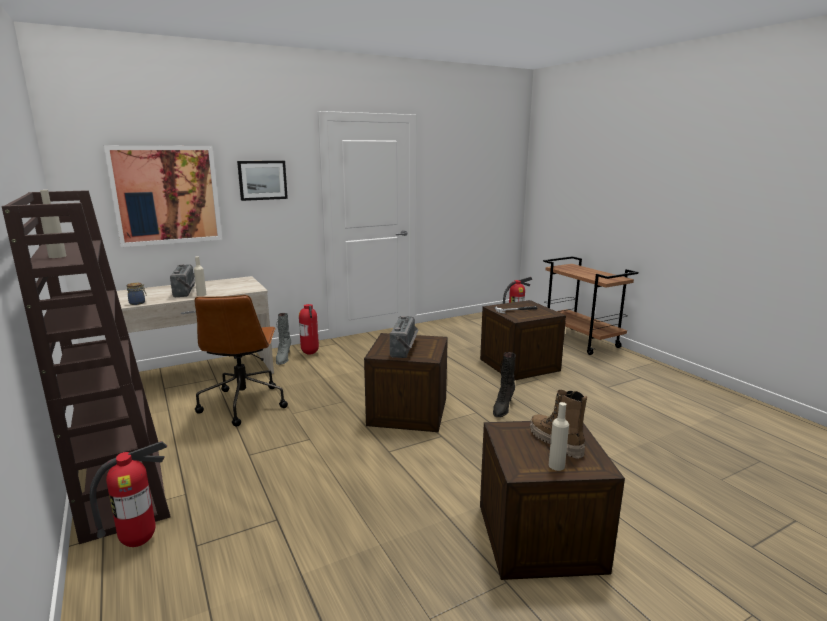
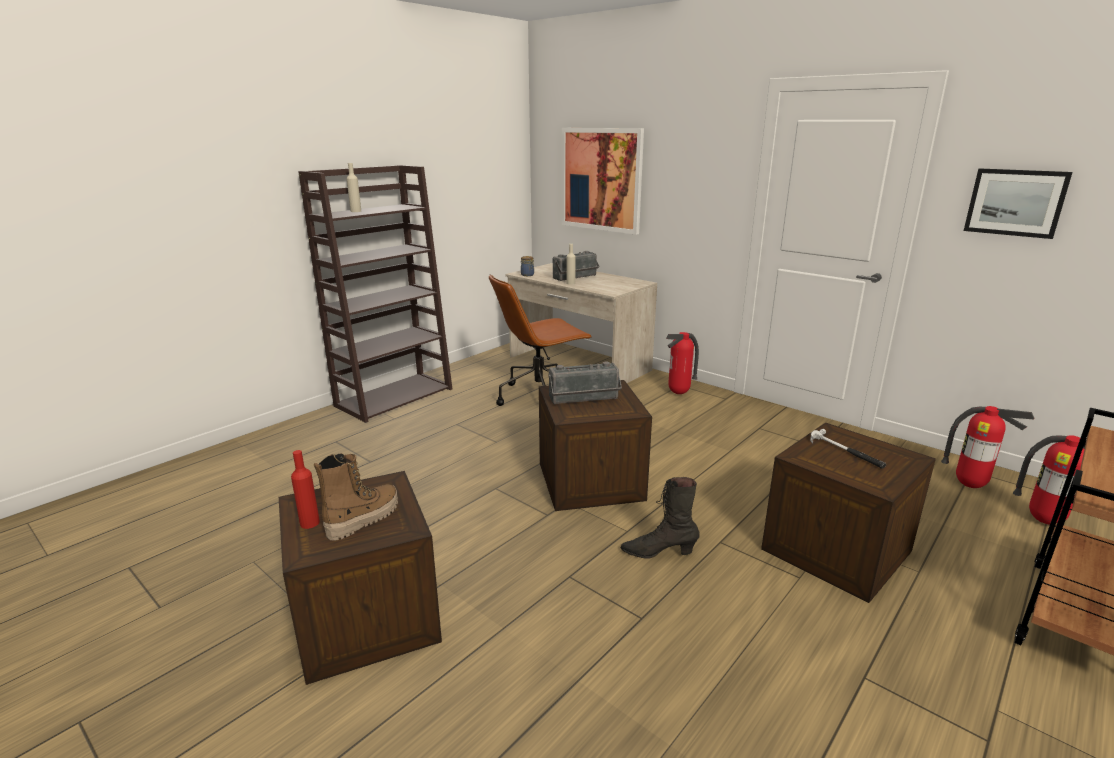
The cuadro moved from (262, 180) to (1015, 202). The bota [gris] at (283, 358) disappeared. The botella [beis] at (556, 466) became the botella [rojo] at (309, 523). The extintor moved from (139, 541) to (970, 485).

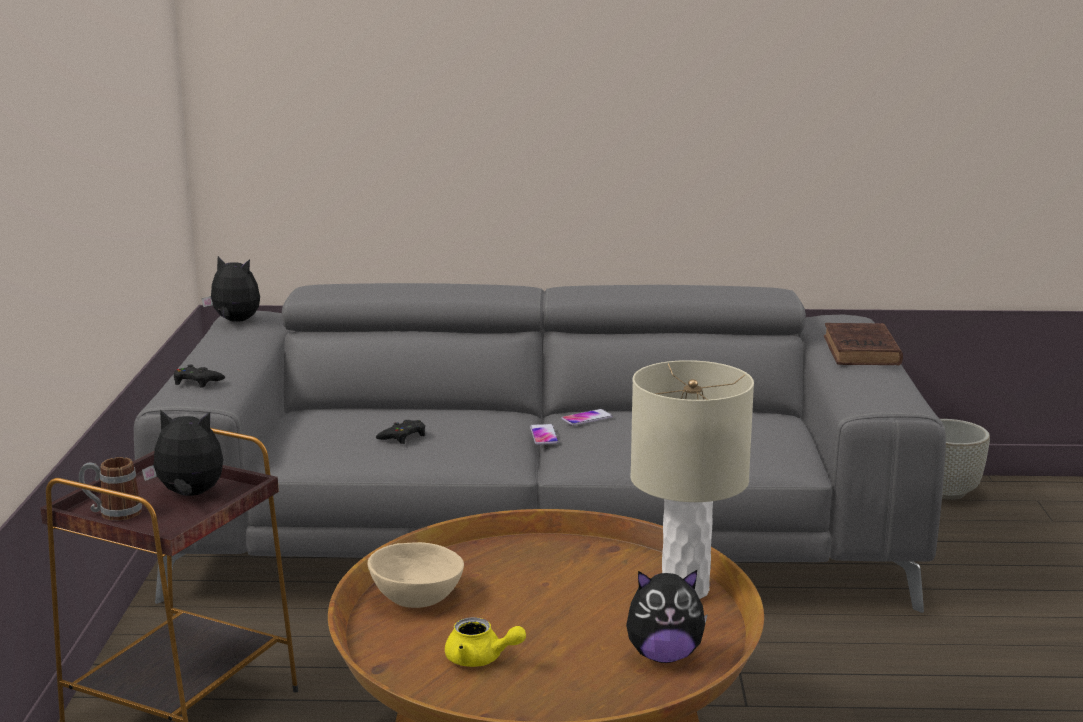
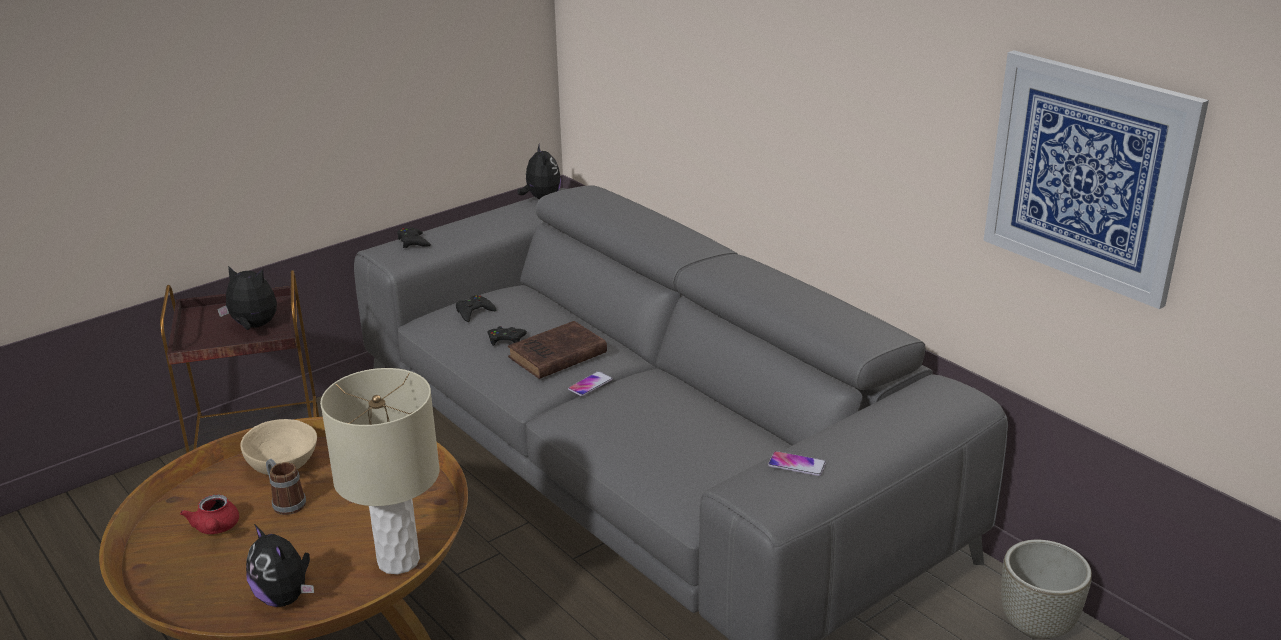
The libro [marrón] moved from (862, 352) to (555, 356). The peluche at (189, 495) turned 45 degrees counterclockwise. The móvil moved from (587, 418) to (797, 464). The taza grande moved from (112, 513) to (285, 502). The tetera [amarillo] at (480, 659) became the tetera [rojo] at (215, 528). The cuadro at (1088, 175) appeared. The mando de consola [negro] at (474, 312) appeared.

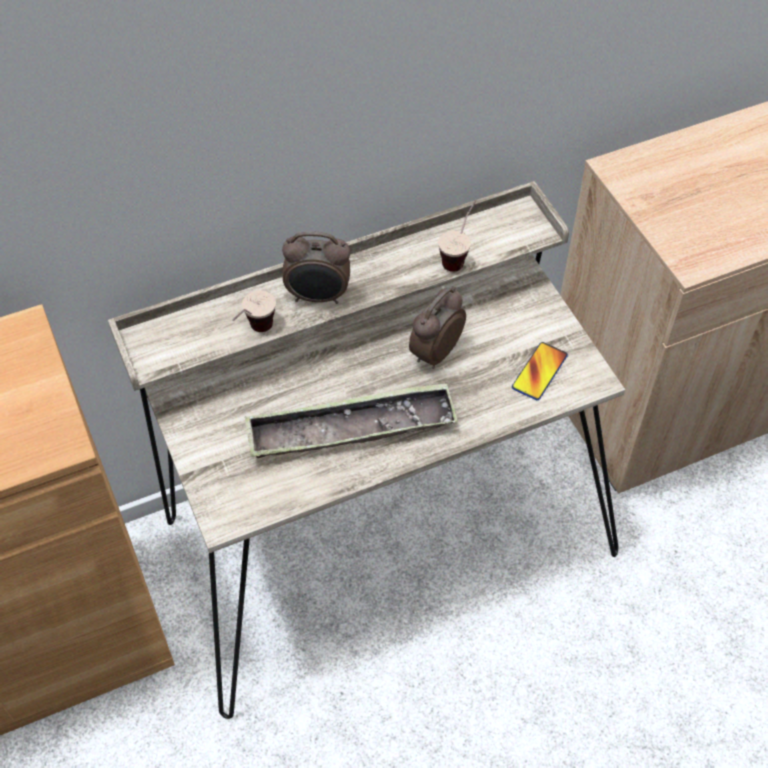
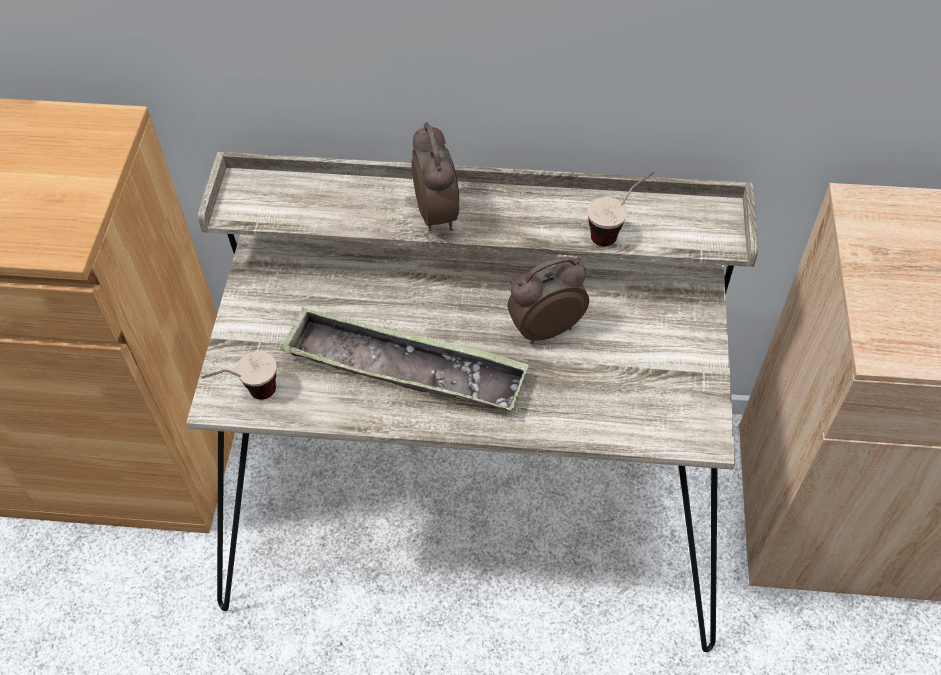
The despertador at (318, 297) turned 135 degrees counterclockwise. The taza moved from (254, 333) to (248, 396). The móvil at (539, 372) disappeared.

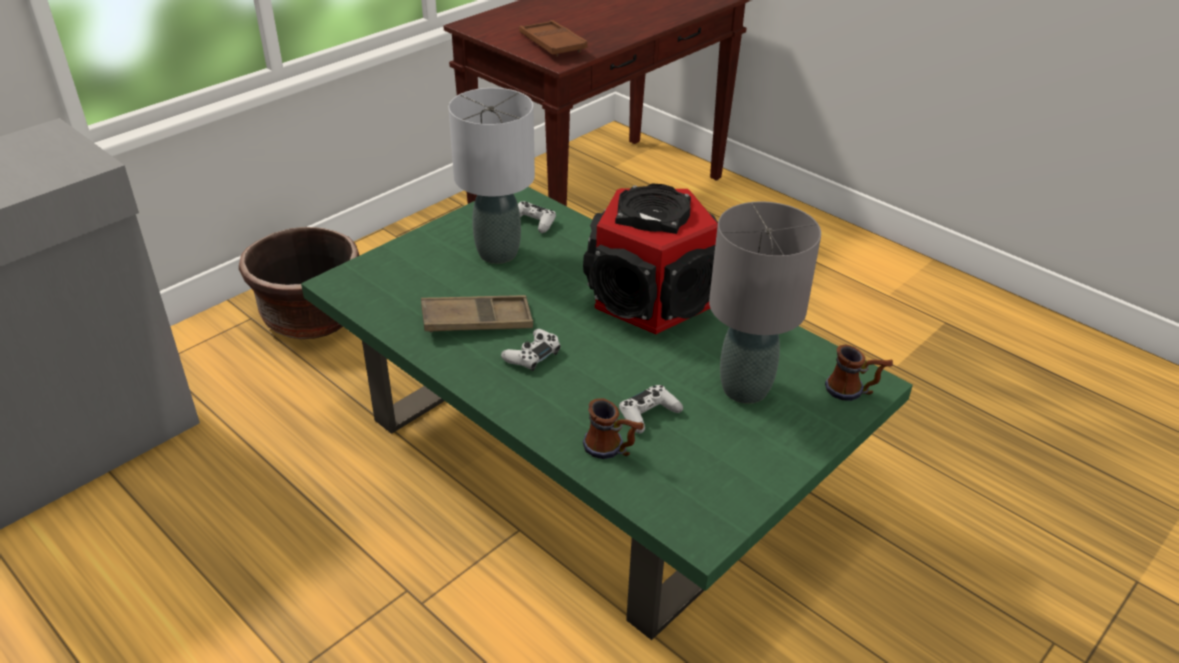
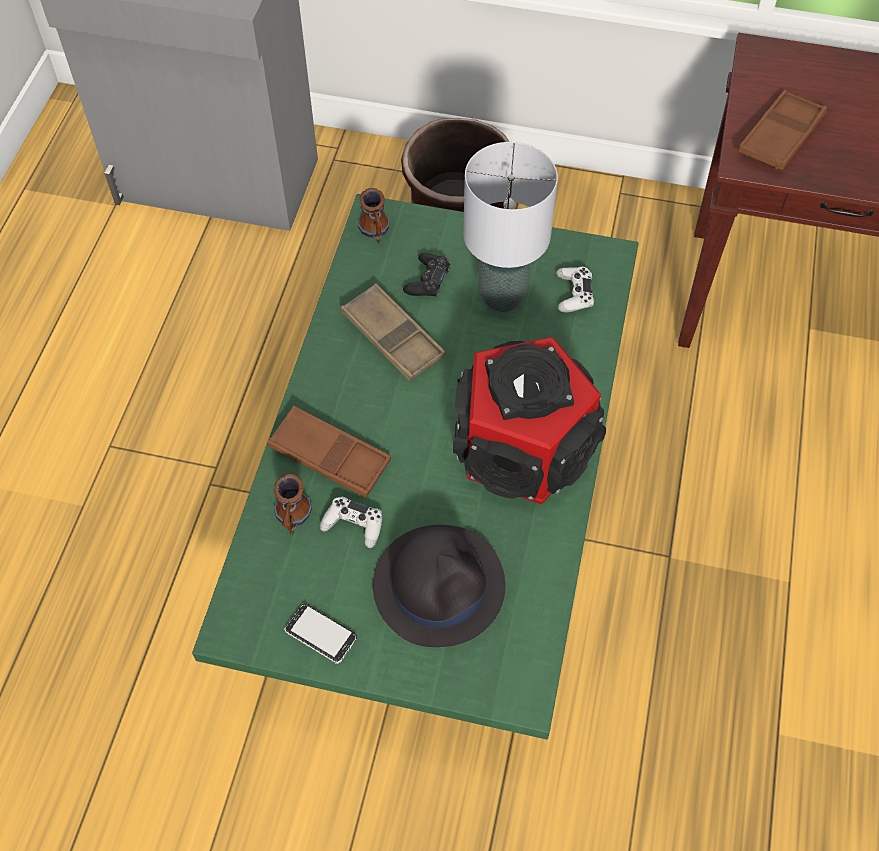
The lámpara de mesa [gris] at (744, 388) was replaced by the sombrero [negro] at (439, 584). The mando de consola [blanco] at (532, 355) disappeared. The taza grande moved from (854, 391) to (375, 232). The mando de consola [negro] at (427, 280) appeared. The bandeja [marrón] at (330, 456) appeared. The móvil at (321, 634) appeared.

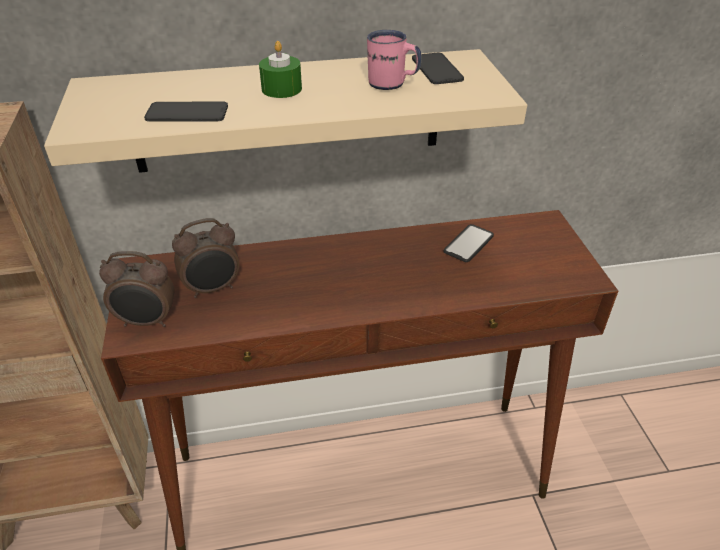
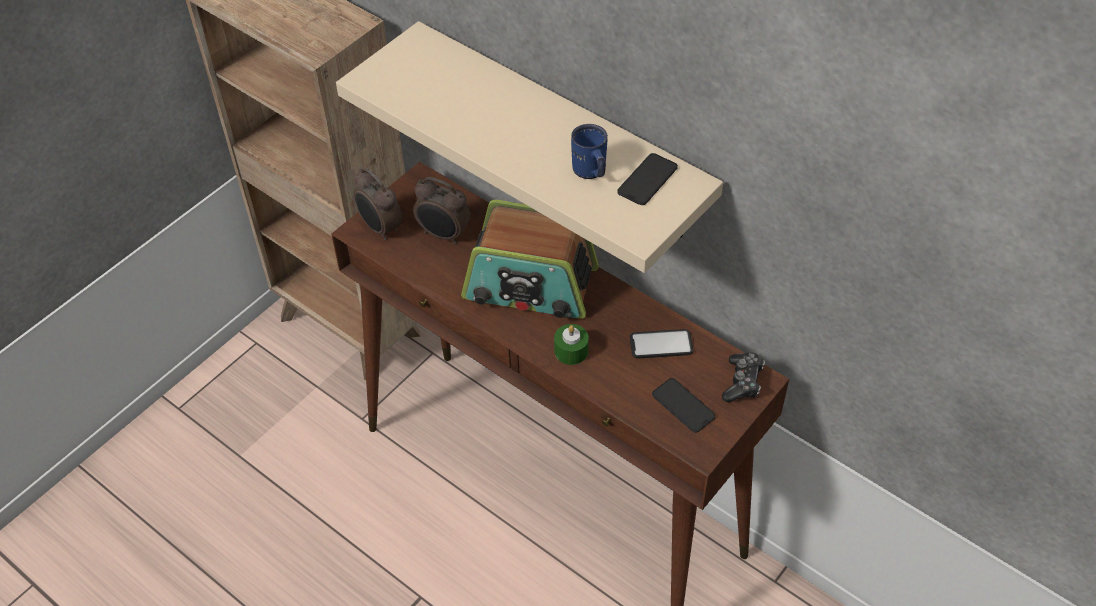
The taza grande [rosa] at (392, 84) became the taza grande [azul] at (590, 173). The vela [verde] moved from (281, 89) to (571, 351). The móvil moved from (187, 113) to (683, 405). The radio at (530, 285) appeared. The mando de consola at (742, 382) appeared.

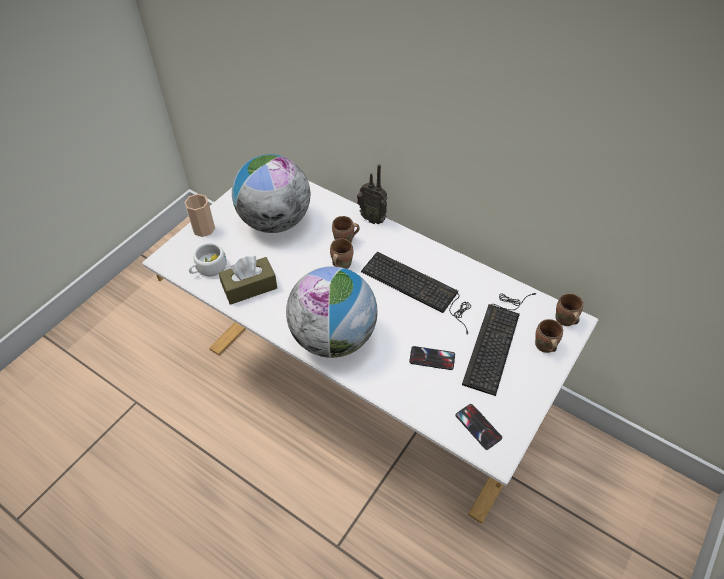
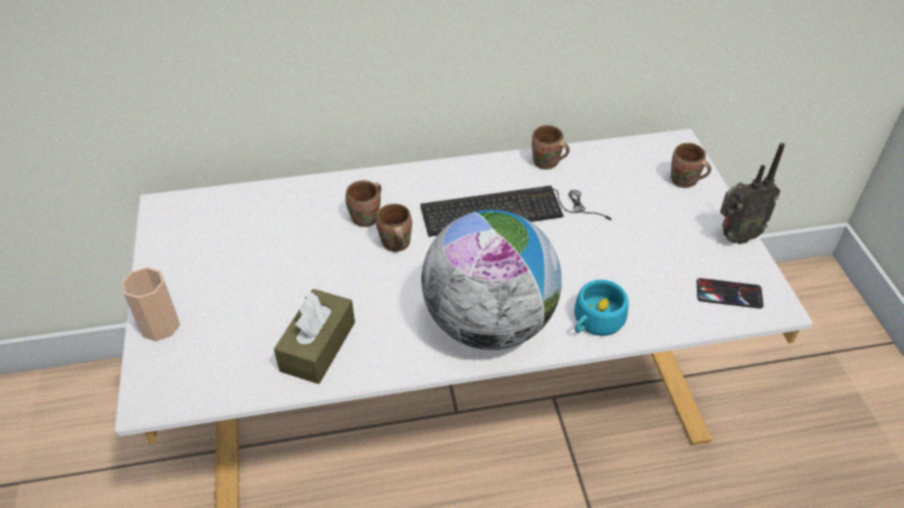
The globo terráqueo at (275, 221) disappeared. The radio moved from (373, 218) to (735, 237). The taza [blanco] at (208, 268) disappeared. The teclado at (496, 338) disappeared. The taza grande [marrón] moved from (564, 320) to (546, 164). The móvil at (432, 358) disappeared. The taza [turquesa] at (595, 322) appeared.

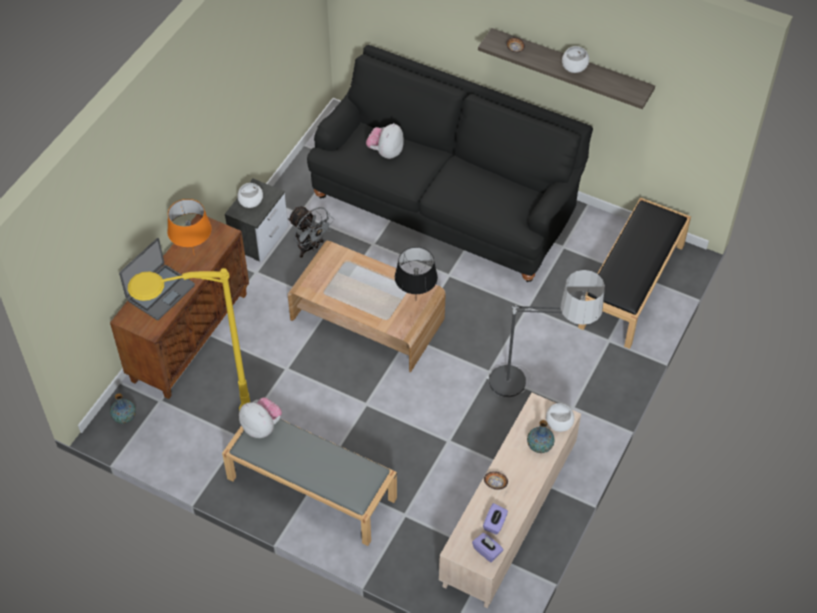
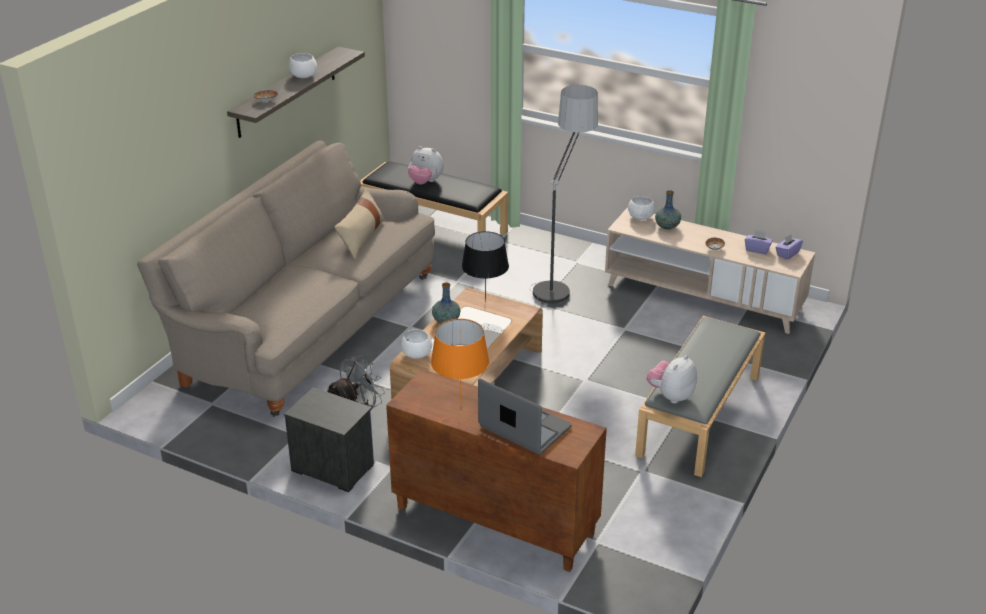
The sofá [negro] at (445, 204) became the sofá [beis] at (306, 327). The peluche moved from (386, 152) to (425, 182). The cuenco [blanco] moved from (250, 202) to (417, 354). The lámpara de pie [amarillo] at (199, 421) disappeared. The florero moved from (124, 417) to (446, 321). The cojín [beis] at (361, 237) appeared.

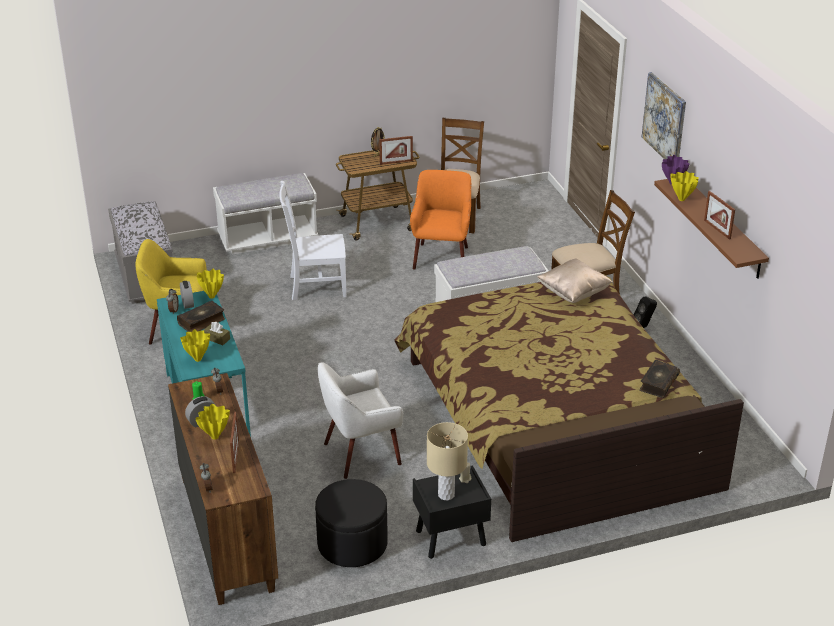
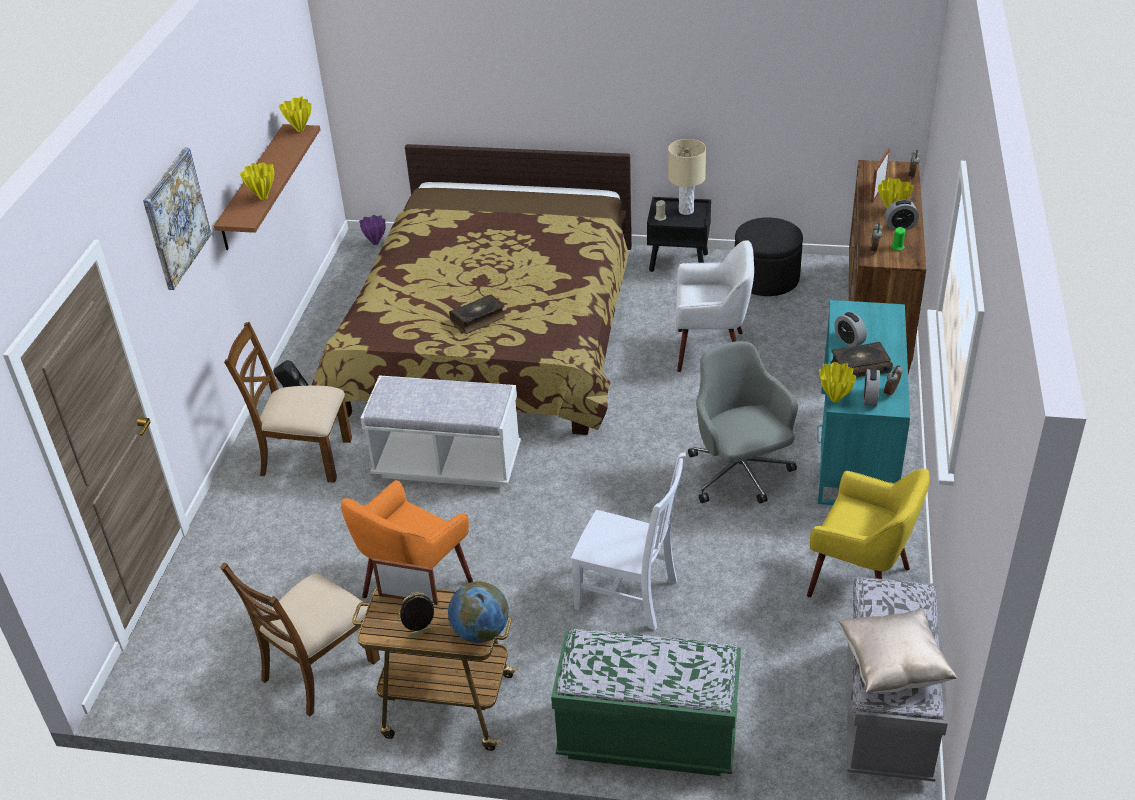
The florero [morado] moved from (672, 183) to (375, 243). The banco [blanco] at (267, 238) became the banco [verde] at (647, 737). The portarretratos at (717, 229) disappeared. The cojín [beis] moved from (573, 293) to (892, 667). The caja de pañuelos [marrón] at (217, 338) was replaced by the despertador at (849, 340). The florero [amarillo] moved from (198, 359) to (299, 130). The libro moved from (658, 383) to (478, 319). The silla de oficina [gris] at (740, 474) appeared. The globo terráqueo at (480, 632) appeared.

